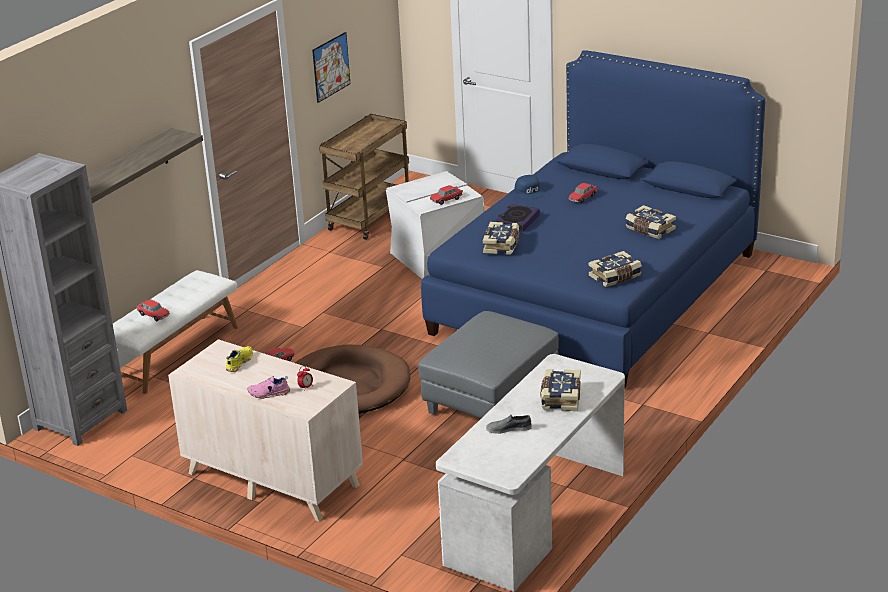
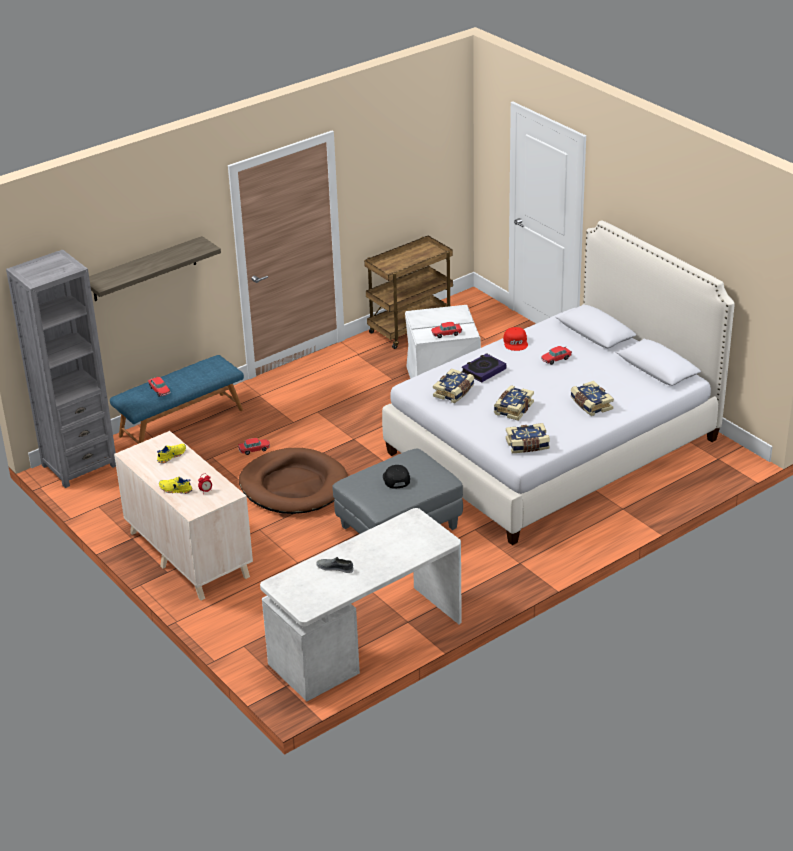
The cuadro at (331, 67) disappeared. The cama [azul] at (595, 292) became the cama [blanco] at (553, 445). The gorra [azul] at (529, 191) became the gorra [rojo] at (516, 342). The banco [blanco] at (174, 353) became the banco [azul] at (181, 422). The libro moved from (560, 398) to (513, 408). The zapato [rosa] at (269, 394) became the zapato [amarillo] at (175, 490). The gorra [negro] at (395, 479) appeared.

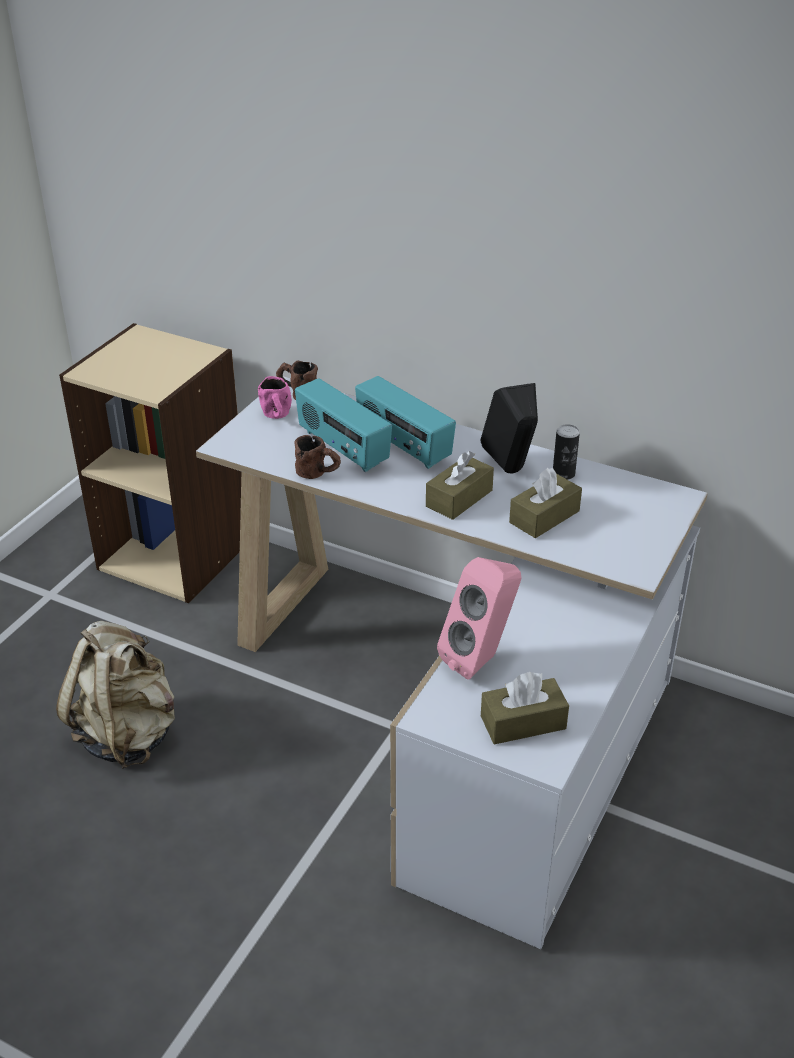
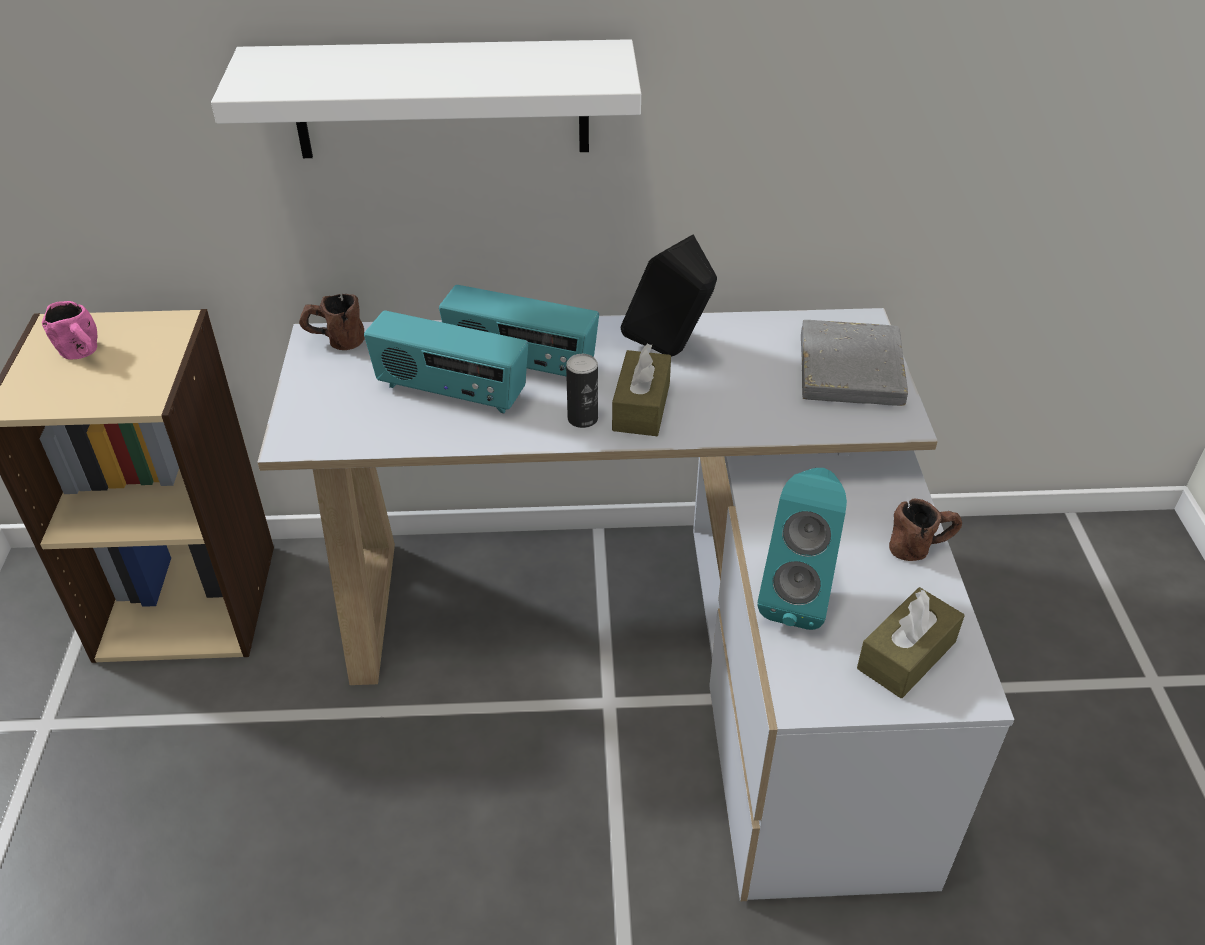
The taza grande [rosa] moved from (277, 417) to (84, 355). The lata moved from (563, 474) to (582, 418). The taza grande [marrón] moved from (319, 474) to (922, 547). The caja de pañuelos [marrón] at (544, 517) disappeared. The altavoz [rosa] at (481, 659) became the altavoz [turquesa] at (797, 596). The mochila [beis] at (127, 734) disappeared. The estante [blanco] at (441, 99) appeared. The libro [gris] at (850, 370) appeared.

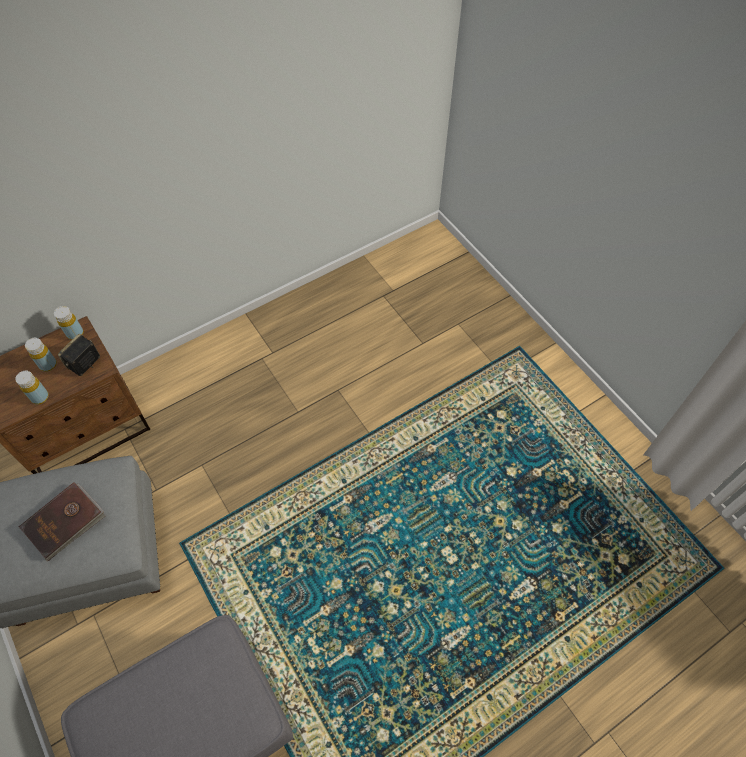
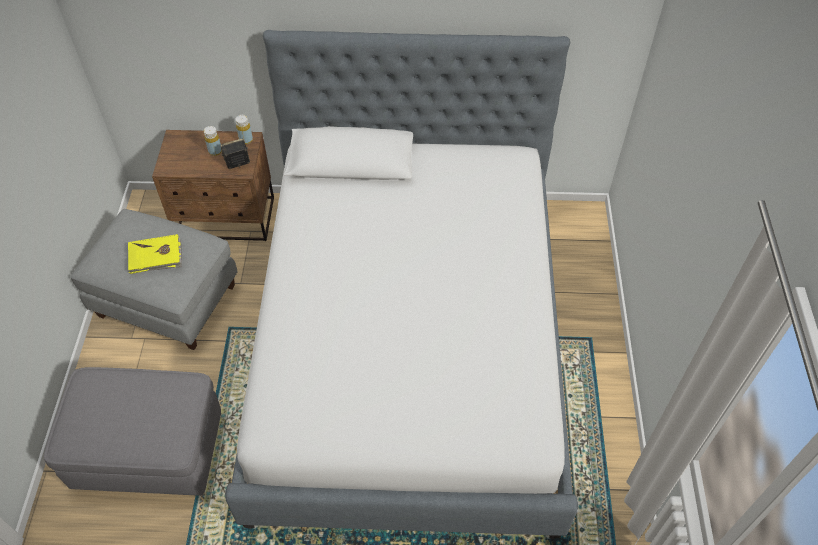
The botella [amarillo] at (40, 397) disappeared. The libro [marrón] at (64, 522) became the libro [amarillo] at (155, 256). The cama at (409, 345) appeared.

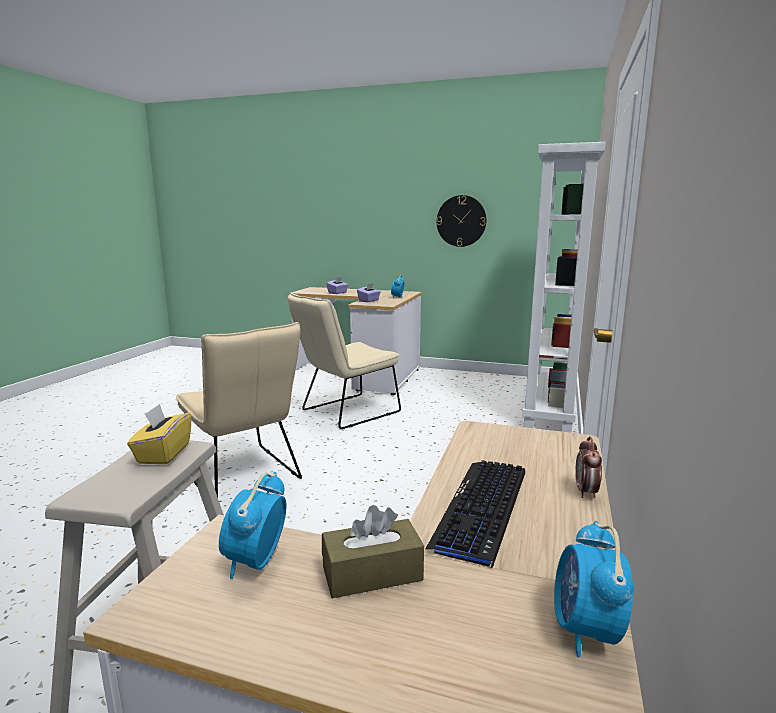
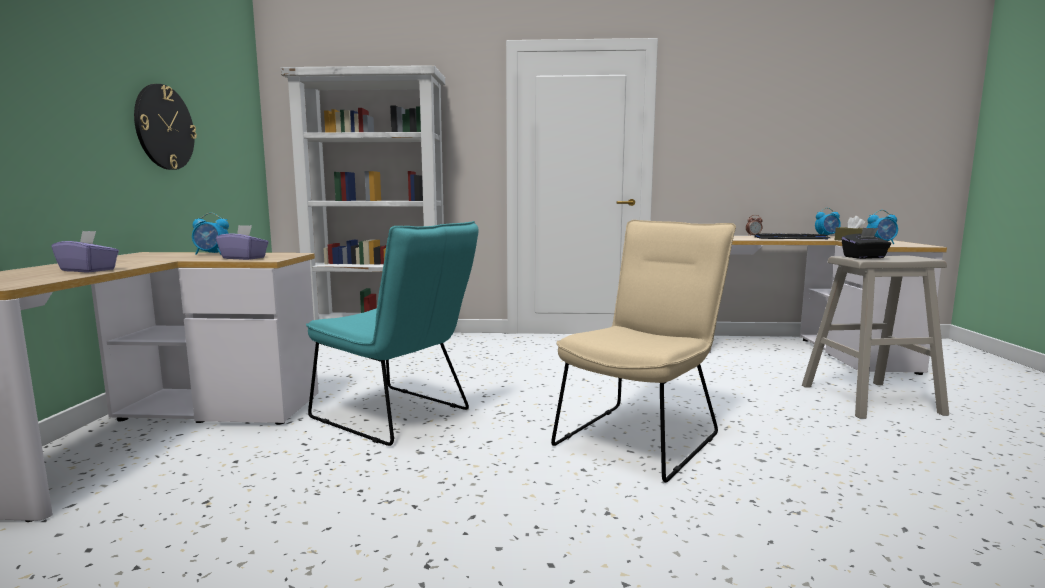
The silla [beis] at (345, 412) became the silla [turquesa] at (397, 416). The caja de pañuelos [amarillo] at (163, 453) became the caja de pañuelos [negro] at (864, 257).

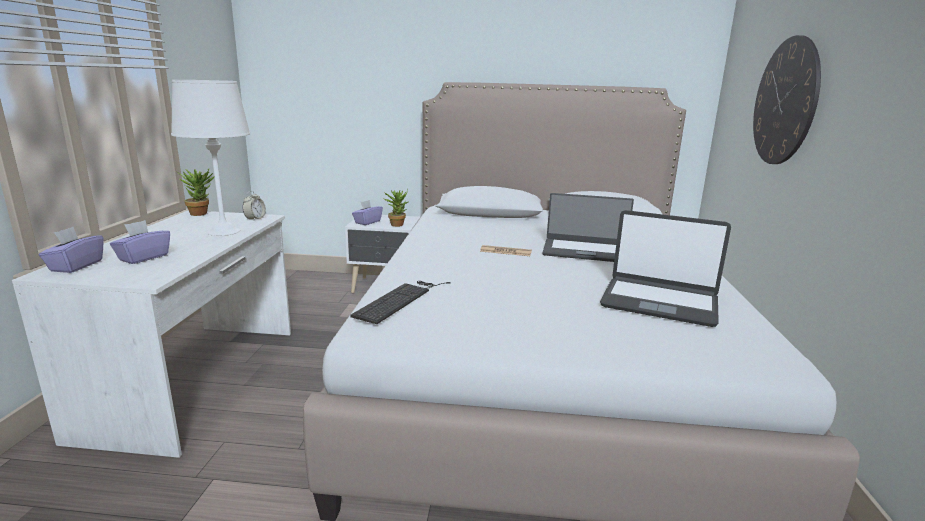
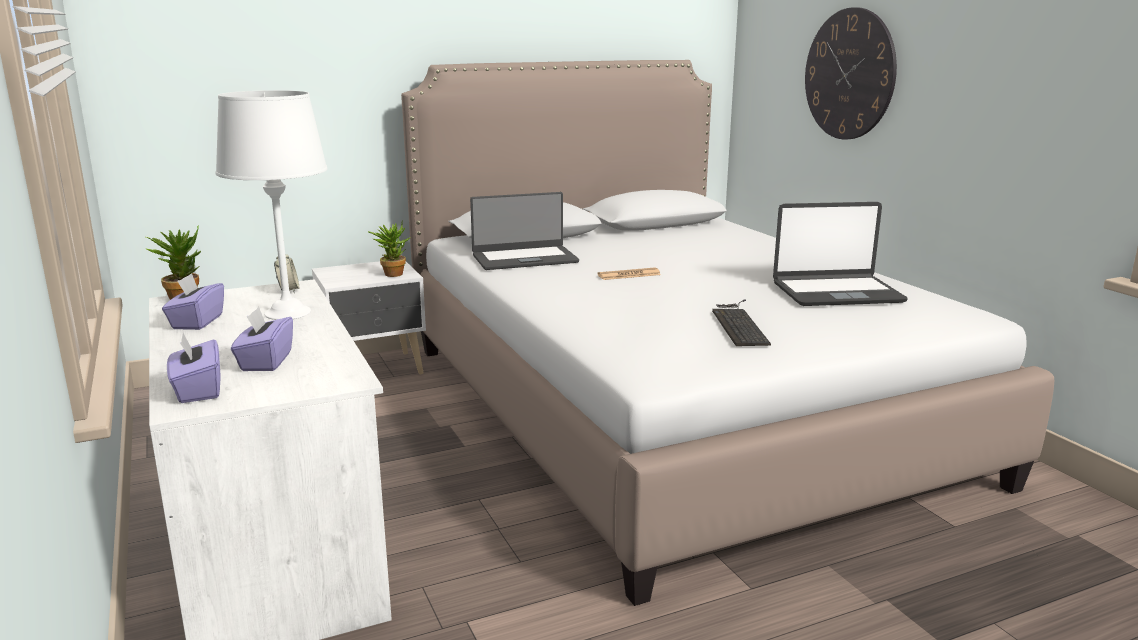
The portátil moved from (585, 251) to (524, 258). The caja de pañuelos [morado] moved from (367, 222) to (196, 322). The teclado moved from (400, 299) to (738, 323).

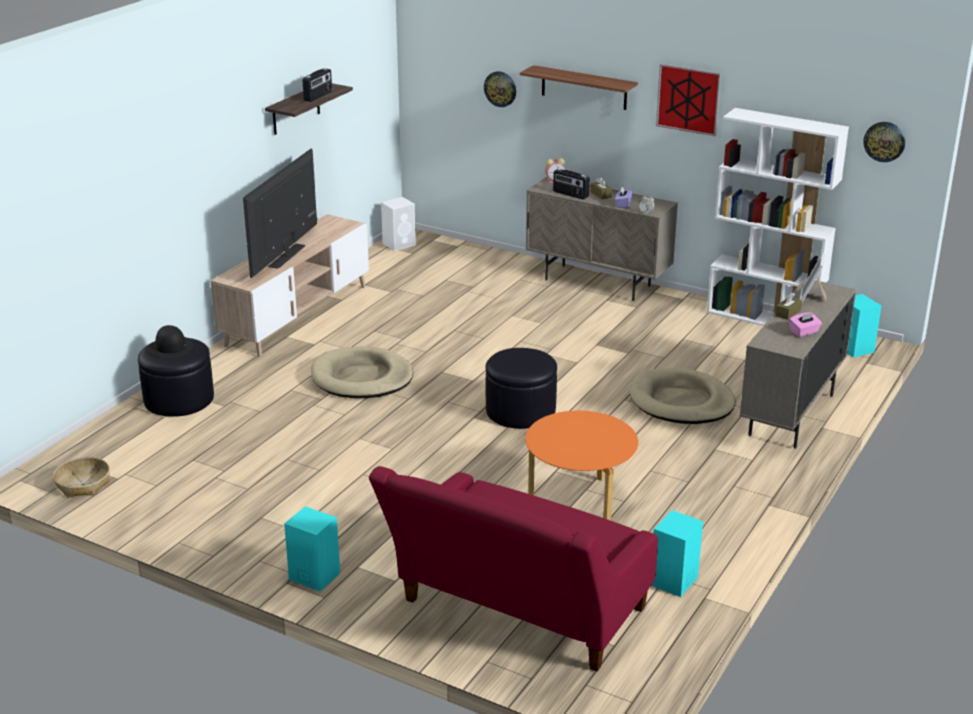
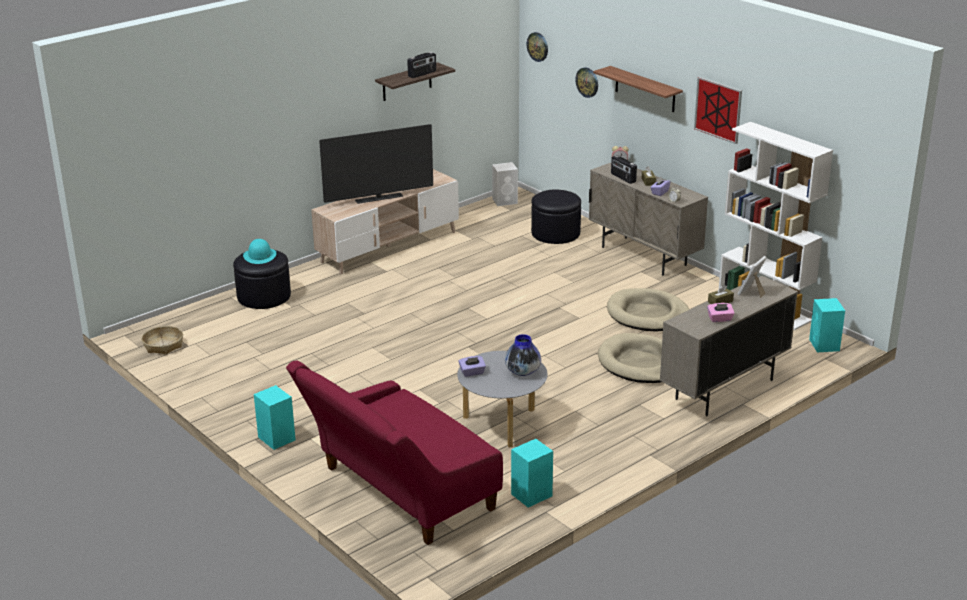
The reloj de pared moved from (884, 141) to (538, 46). The televisor at (287, 256) turned 150 degrees counterclockwise. The sombrero [negro] at (171, 347) became the sombrero [turquesa] at (260, 256). The cama para perro [beis] moved from (362, 378) to (647, 314). The puf [negro] moved from (520, 411) to (555, 233). The mesa de centro [naranja] at (579, 502) became the mesa de centro [gris] at (502, 424). The florero at (522, 371) appeared. The caja de pañuelos [morado] at (472, 372) appeared.

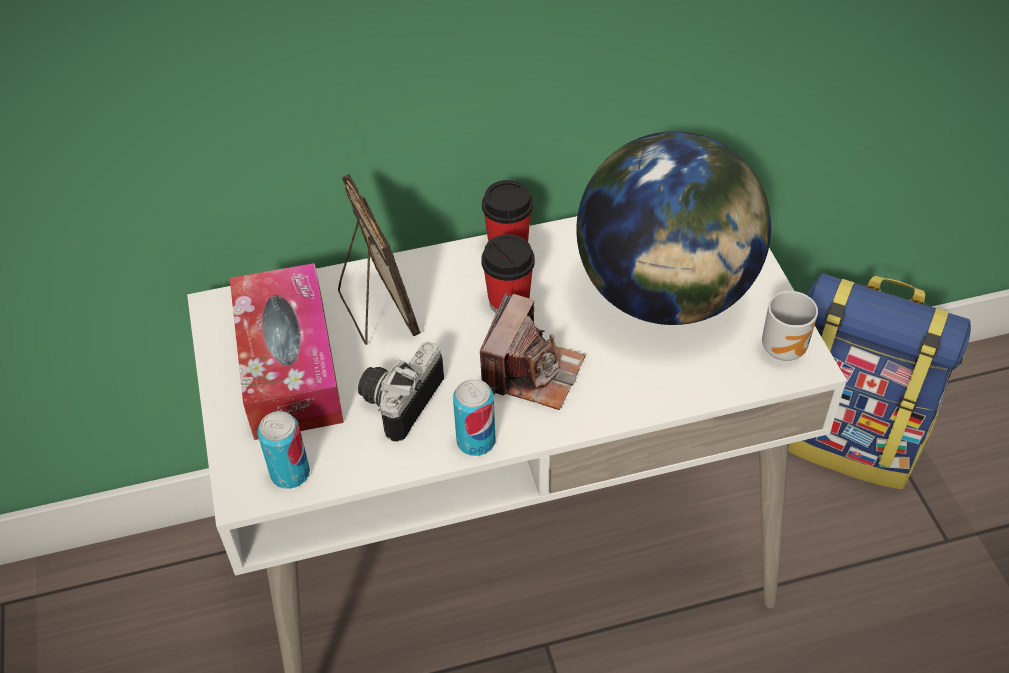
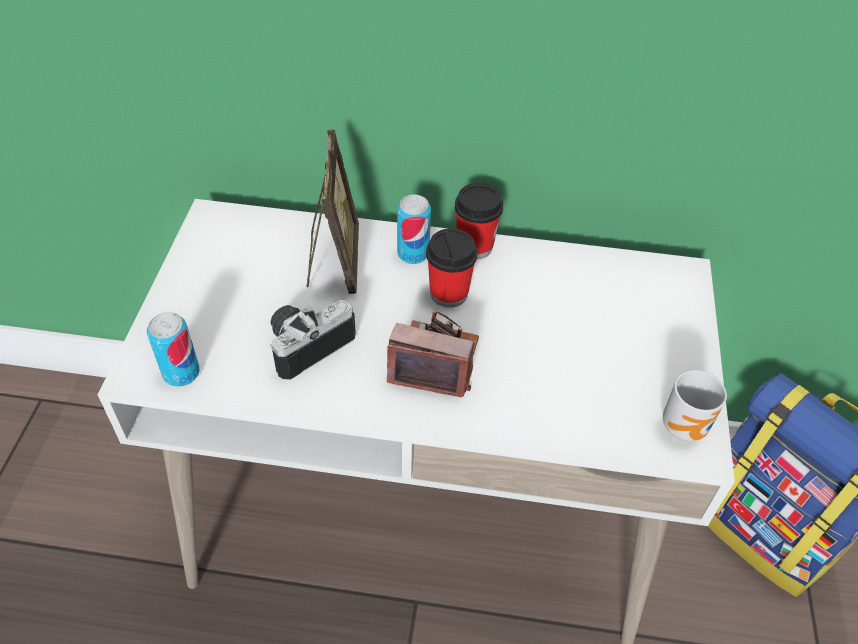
The globo terráqueo at (665, 294) disappeared. The caja de pañuelos at (289, 366) disappeared. The cámara at (532, 372) turned 120 degrees counterclockwise. The lata moved from (476, 441) to (413, 254).

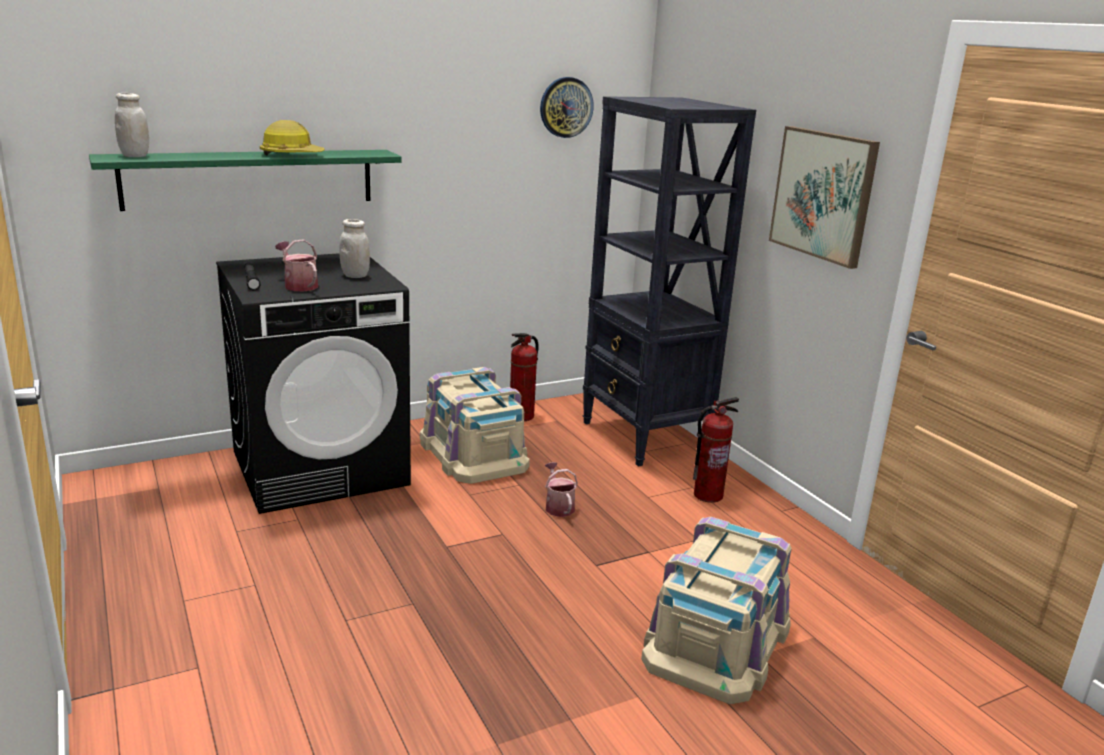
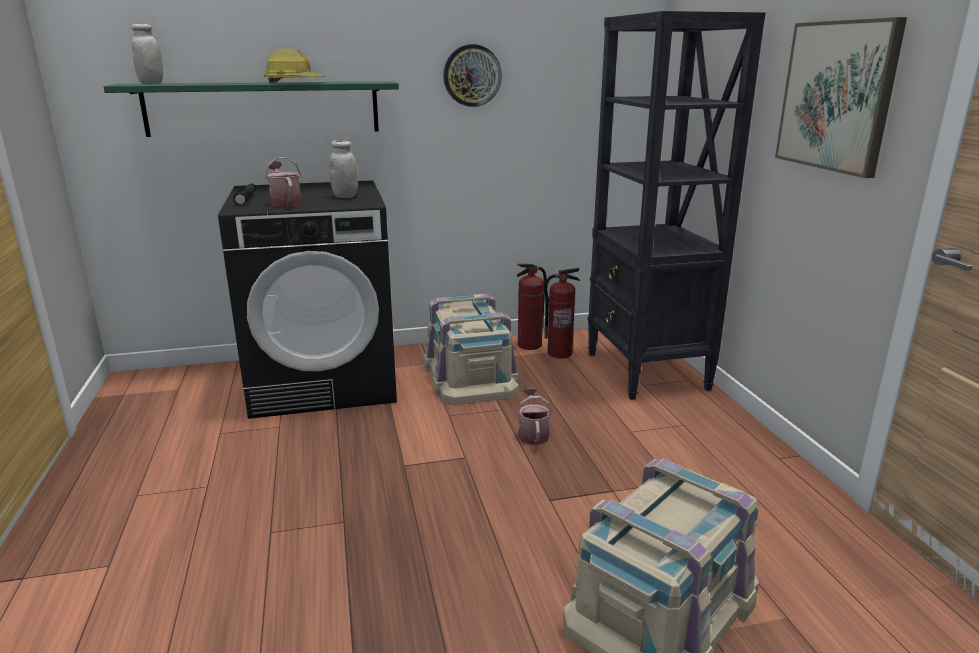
The reloj de pared moved from (566, 107) to (472, 75). The extintor moved from (708, 495) to (560, 353).

